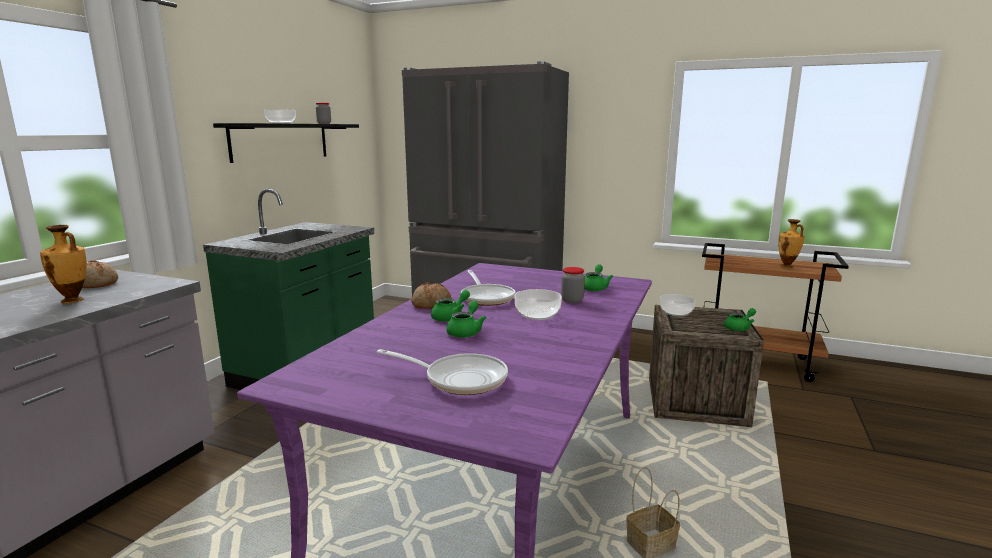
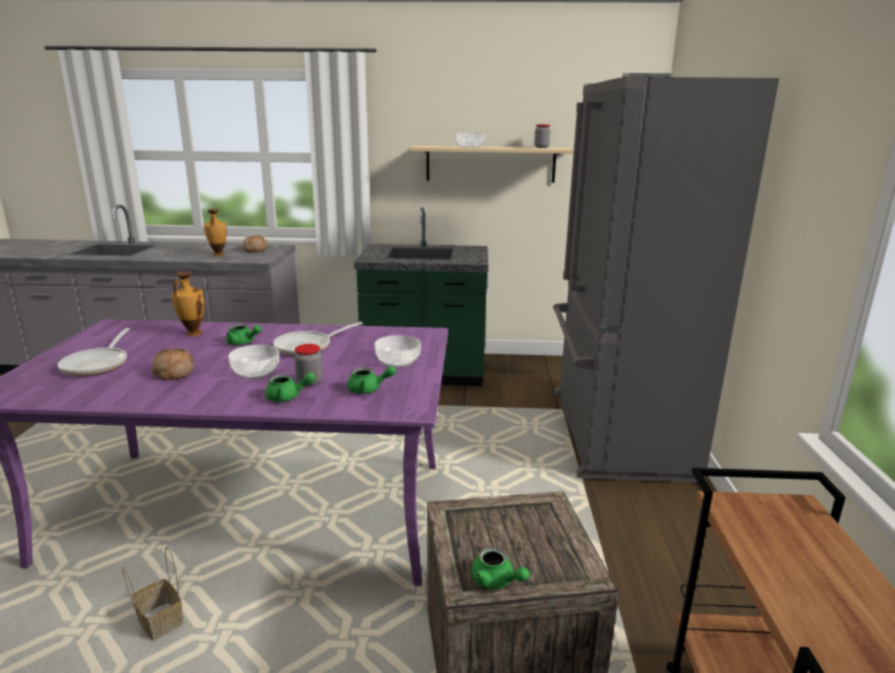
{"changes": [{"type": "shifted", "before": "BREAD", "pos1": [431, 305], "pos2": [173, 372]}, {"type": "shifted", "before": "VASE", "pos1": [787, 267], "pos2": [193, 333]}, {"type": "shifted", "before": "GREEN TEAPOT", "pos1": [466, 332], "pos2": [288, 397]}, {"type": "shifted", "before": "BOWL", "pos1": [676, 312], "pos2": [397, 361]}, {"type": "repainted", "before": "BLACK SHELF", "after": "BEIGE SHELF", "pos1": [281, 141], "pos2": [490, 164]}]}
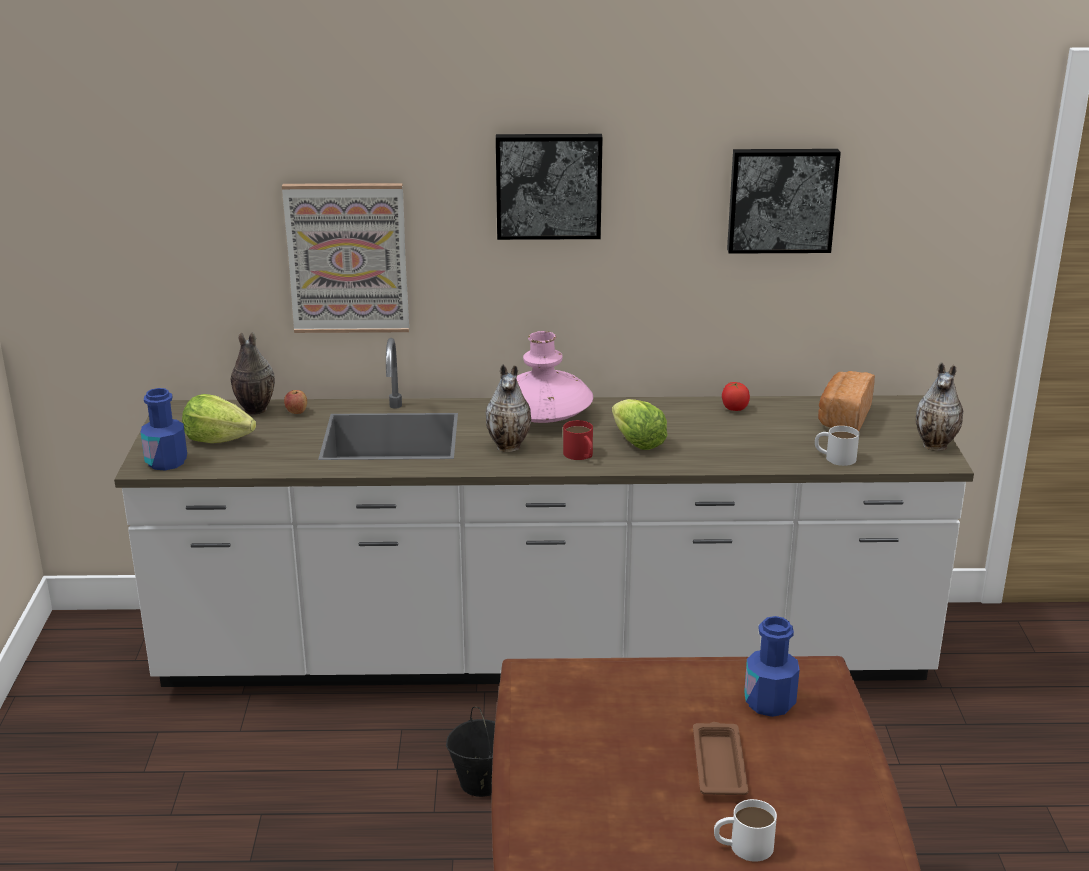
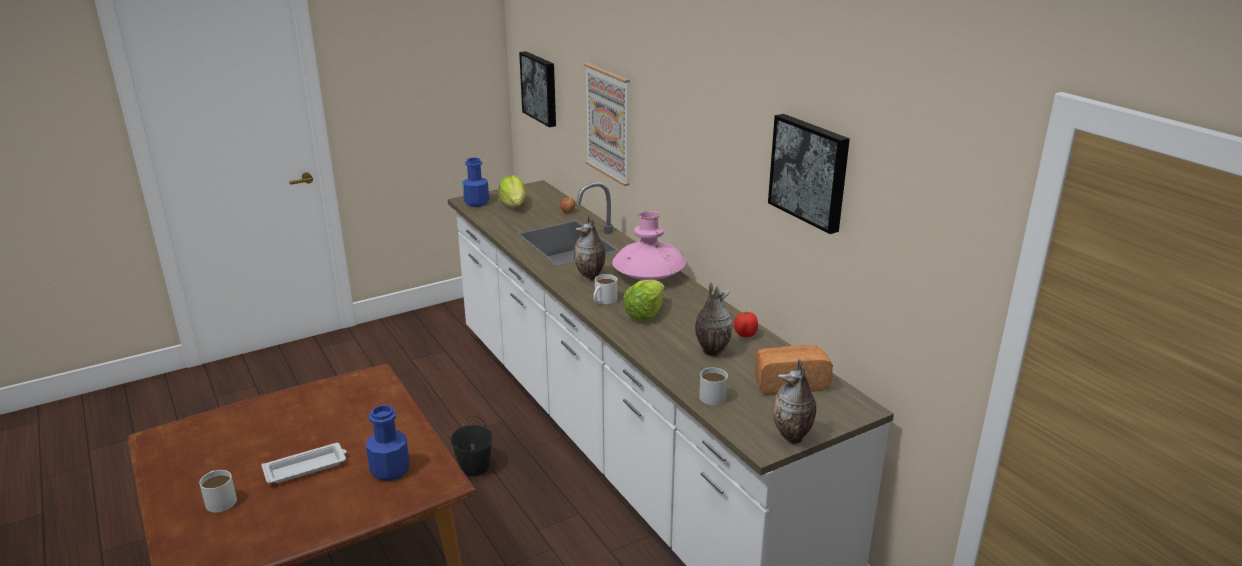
{"changes": [{"type": "repainted", "before": "BROWN TRAY", "after": "WHITE TRAY", "pos1": [719, 764], "pos2": [307, 467]}, {"type": "shifted", "before": "PICTURE", "pos1": [548, 185], "pos2": [540, 88]}, {"type": "repainted", "before": "RED MUG", "after": "WHITE MUG", "pos1": [580, 455], "pos2": [603, 301]}, {"type": "shifted", "before": "VASE", "pos1": [254, 410], "pos2": [711, 351]}]}
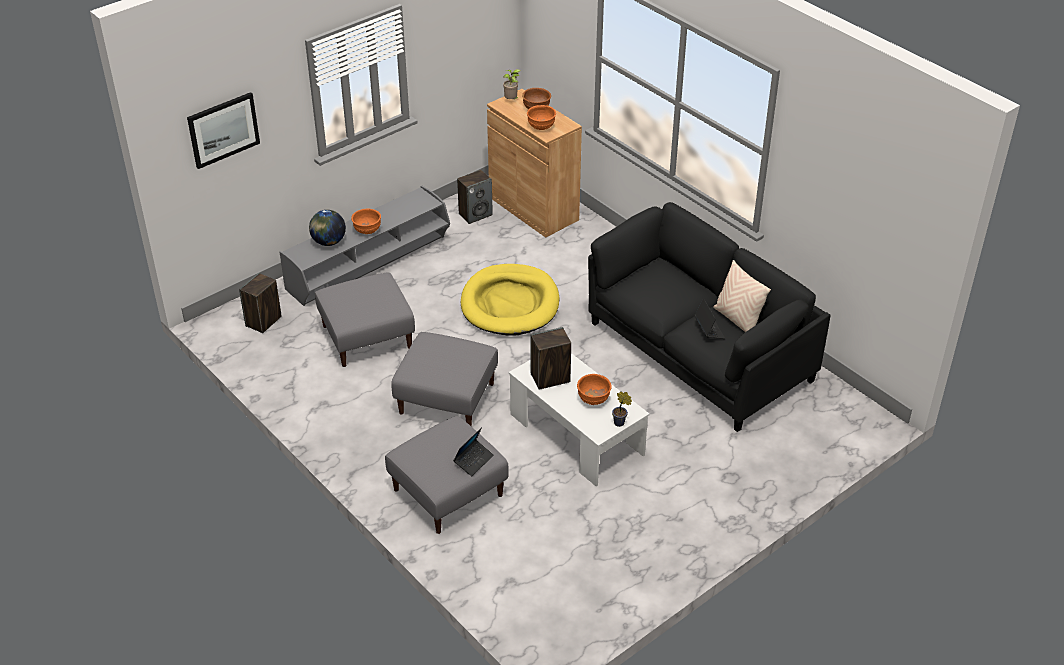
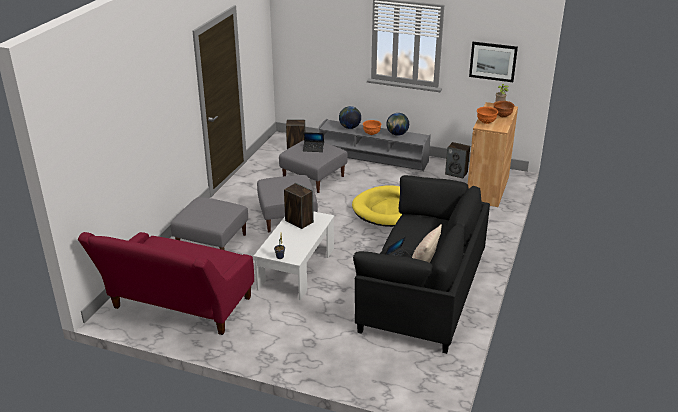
{"changes": [{"type": "new", "after": "RED SOFA", "pos2": [178, 308]}, {"type": "shifted", "before": "LAPTOP", "pos1": [473, 460], "pos2": [313, 149]}, {"type": "new", "after": "GLOBE", "pos2": [397, 134]}, {"type": "shifted", "before": "PICTURE", "pos1": [223, 129], "pos2": [493, 61]}, {"type": "gone", "before": "ORANGE BOWL", "pos1": [593, 400]}]}
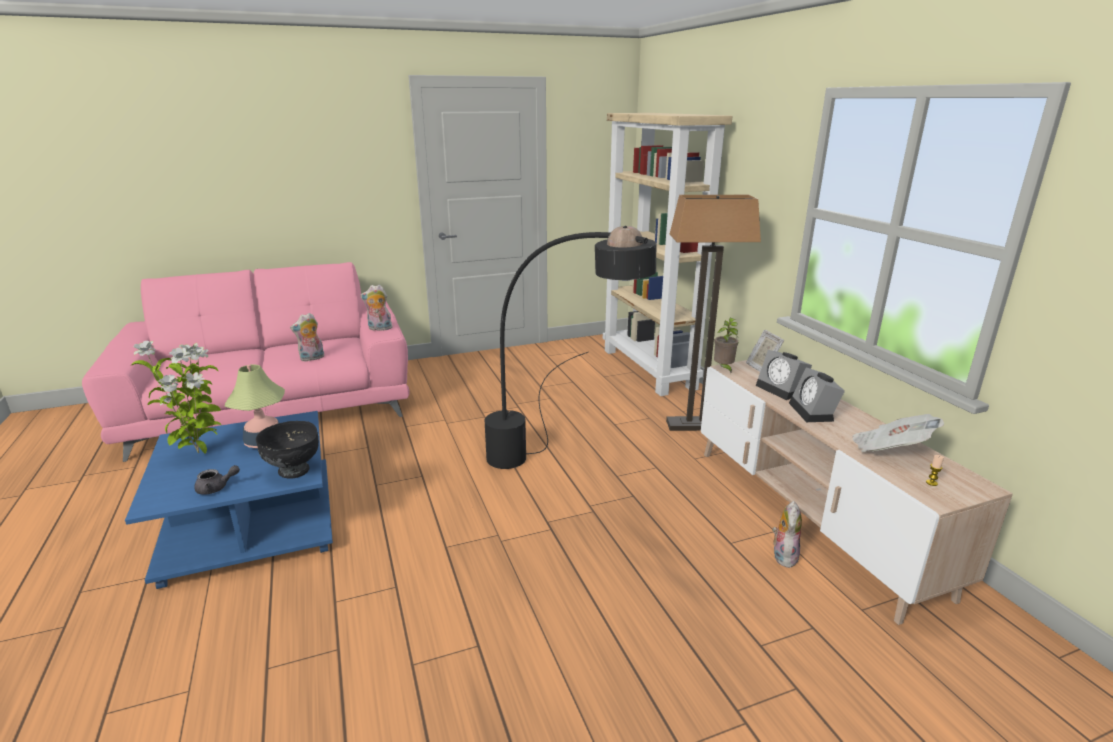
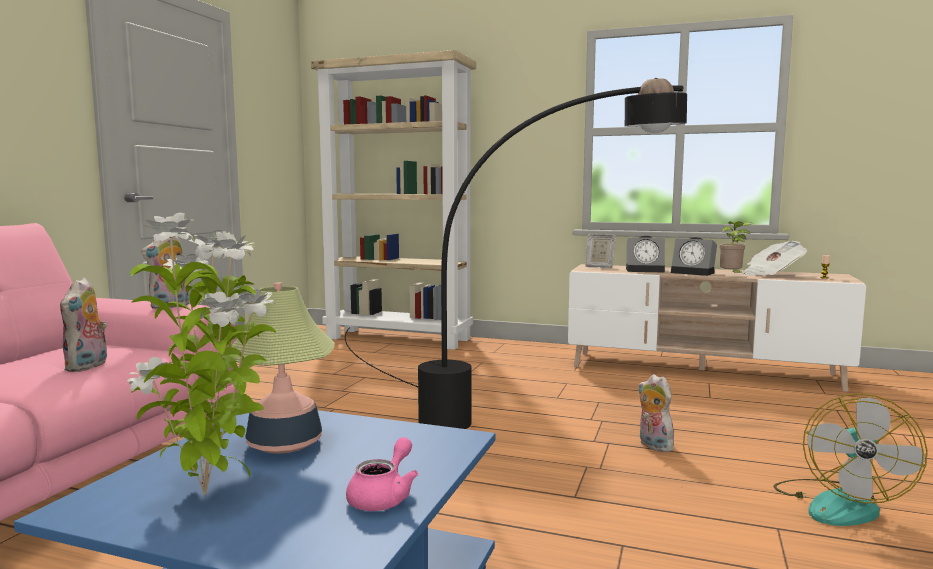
{"changes": [{"type": "repainted", "before": "GREY TEAPOT", "after": "PINK TEAPOT", "pos1": [216, 488], "pos2": [384, 497]}, {"type": "shifted", "before": "PLUSH TOY", "pos1": [783, 555], "pos2": [653, 445]}, {"type": "shifted", "before": "POTTED PLANT", "pos1": [723, 369], "pos2": [732, 276]}, {"type": "new", "after": "FAN", "pos2": [839, 503]}, {"type": "gone", "before": "BLACK BOWL", "pos1": [294, 471]}, {"type": "gone", "before": "FLOOR LAMP", "pos1": [695, 425]}]}
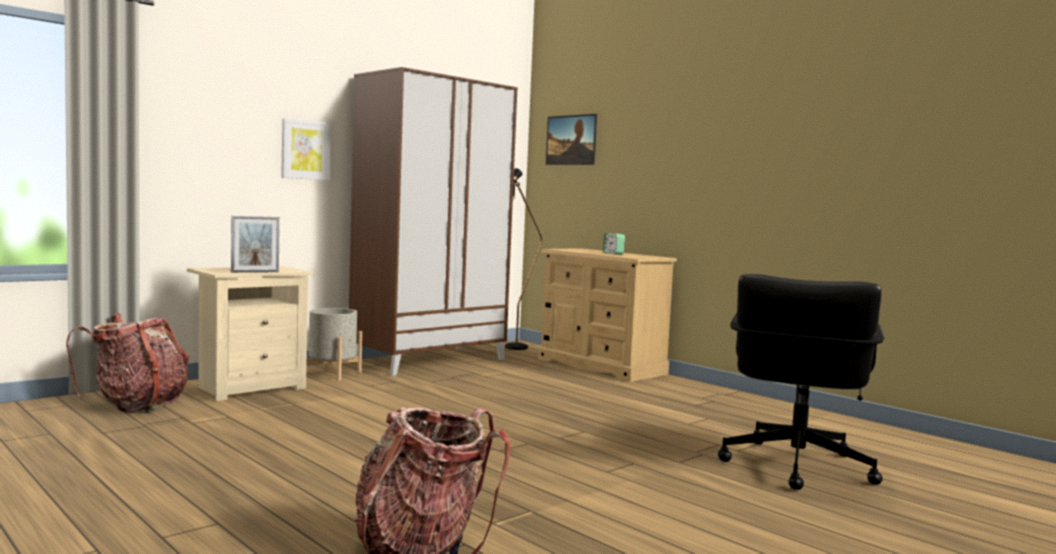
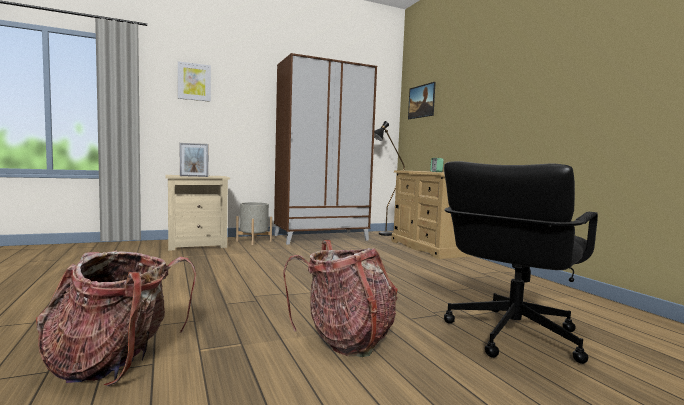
{"changes": [{"type": "shifted", "before": "PICTURE", "pos1": [305, 150], "pos2": [194, 82]}, {"type": "shifted", "before": "BACKPACK", "pos1": [136, 404], "pos2": [346, 339]}]}
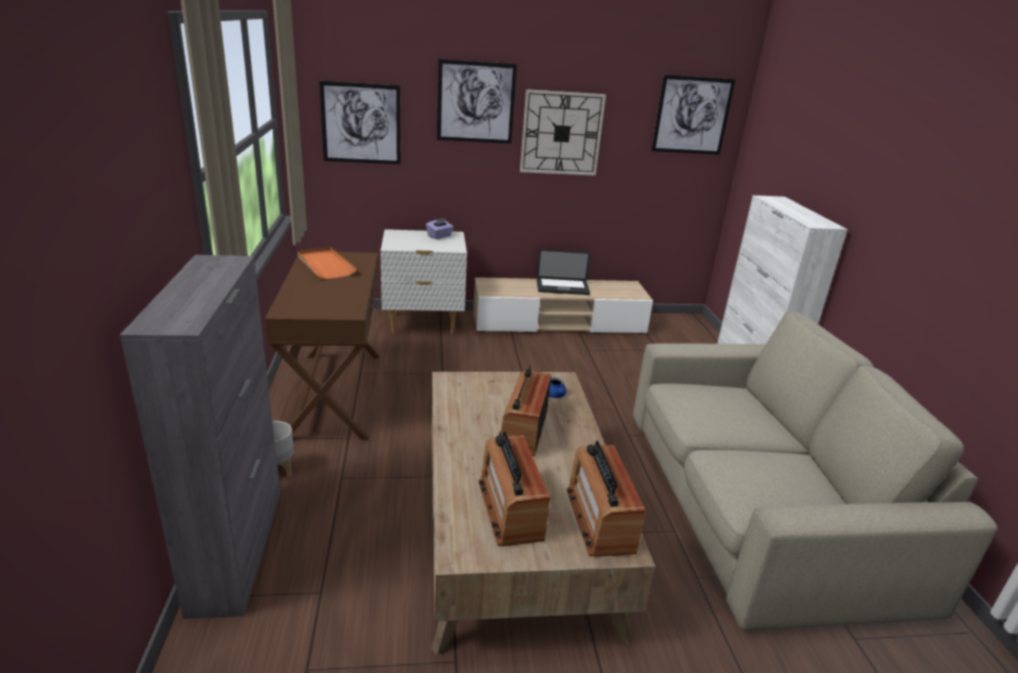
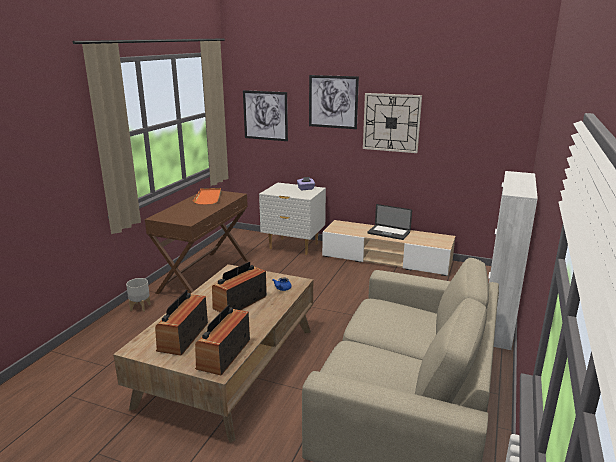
{"changes": [{"type": "gone", "before": "GREY CABINET", "pos1": [238, 548]}, {"type": "gone", "before": "PICTURE", "pos1": [692, 115]}]}
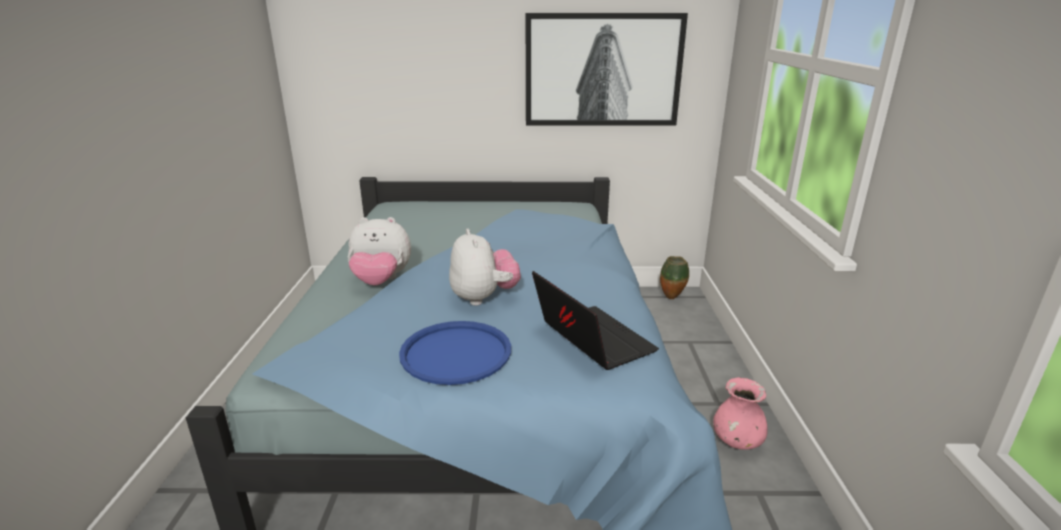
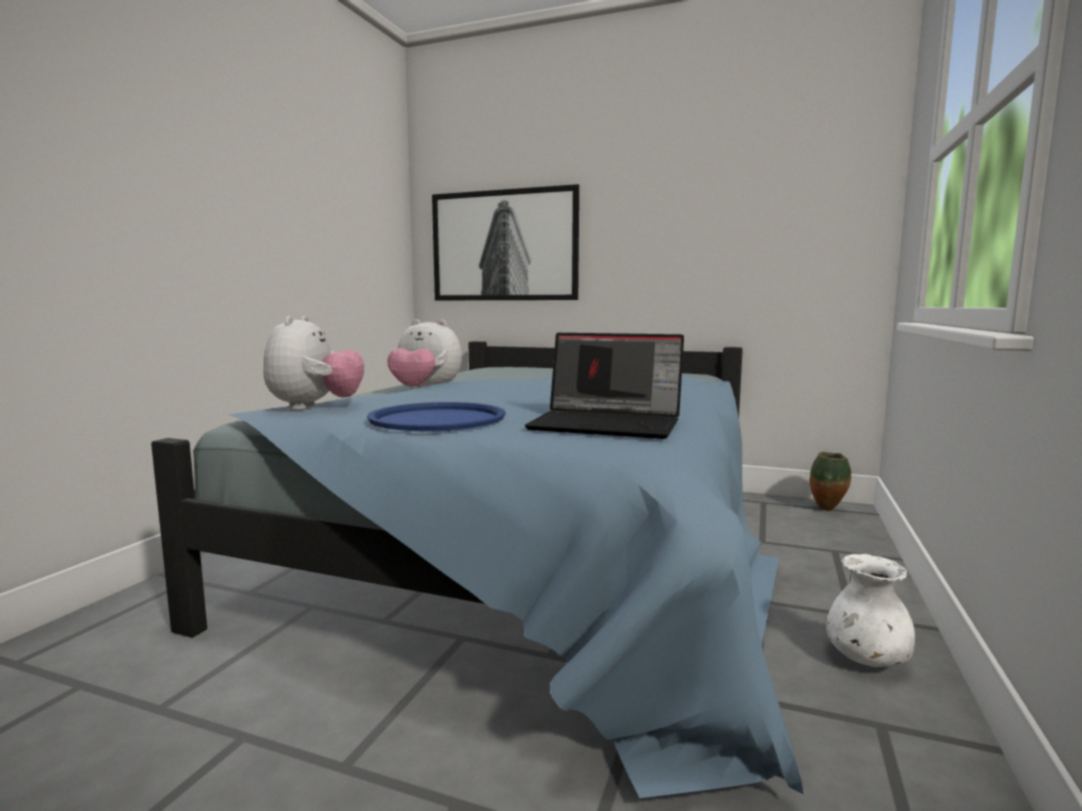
{"changes": [{"type": "shifted", "before": "PLUSH TOY", "pos1": [484, 298], "pos2": [315, 407]}, {"type": "shifted", "before": "PICTURE", "pos1": [603, 70], "pos2": [503, 246]}, {"type": "rotated", "before": "LAPTOP", "pos1": [590, 340], "pos2": [608, 424], "turn": 120}, {"type": "repainted", "before": "PINK VASE", "after": "WHITE VASE", "pos1": [737, 441], "pos2": [866, 659]}]}
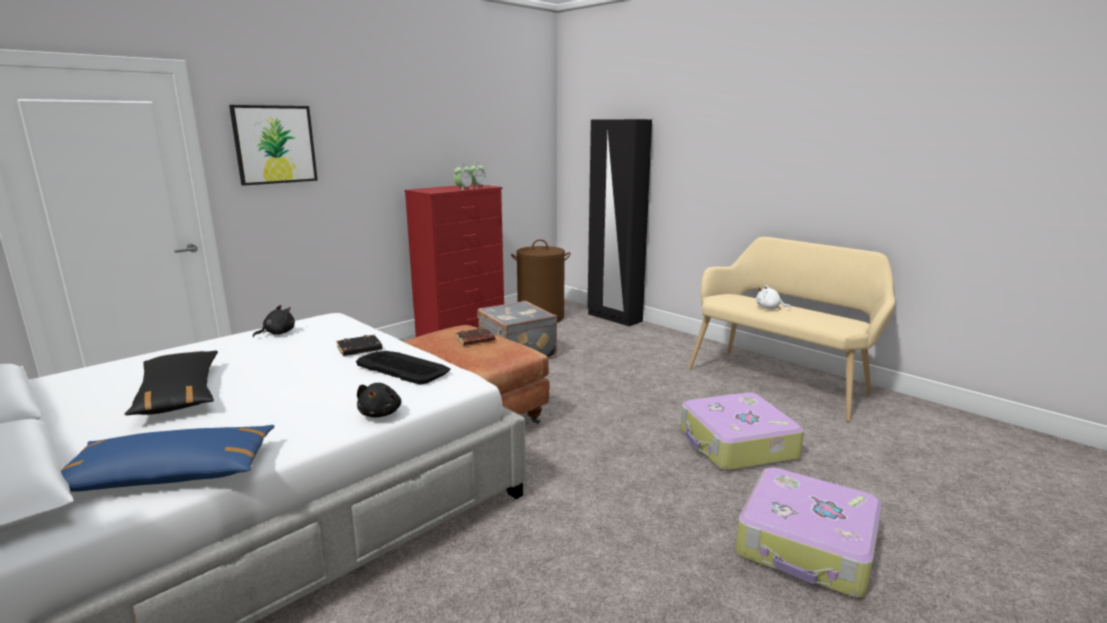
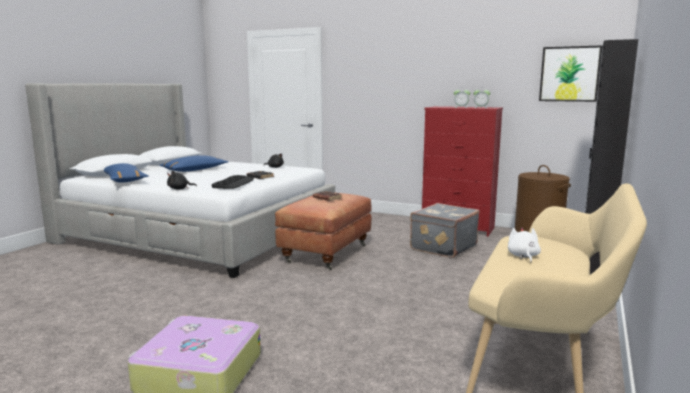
{"changes": [{"type": "repainted", "before": "BLACK PILLOW", "after": "BLUE PILLOW", "pos1": [179, 395], "pos2": [194, 170]}, {"type": "shifted", "before": "PICTURE", "pos1": [274, 144], "pos2": [569, 74]}, {"type": "gone", "before": "SUITCASE", "pos1": [736, 445]}]}
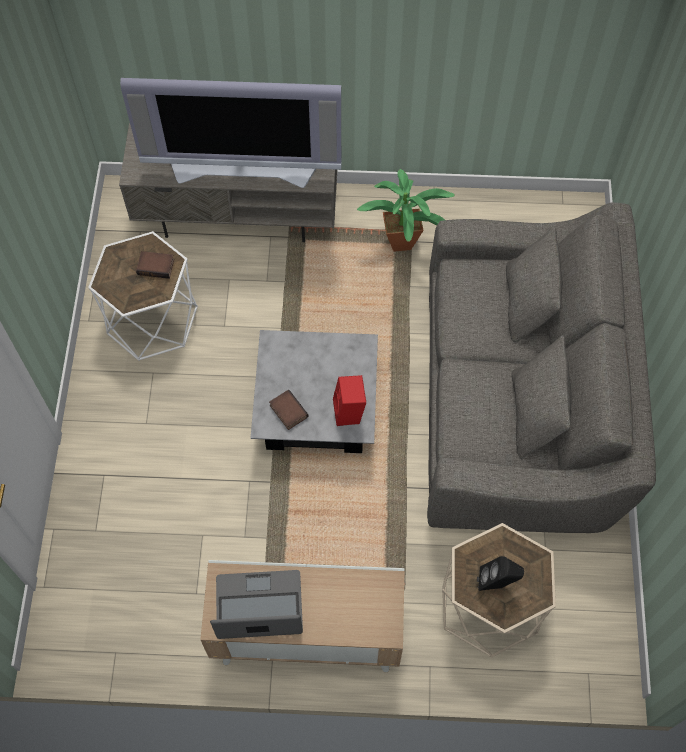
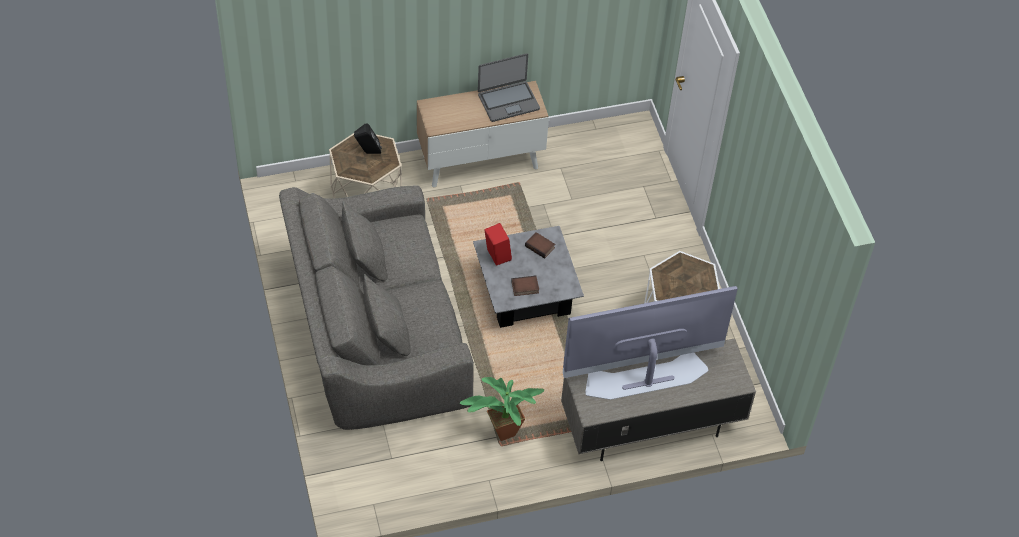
{"changes": [{"type": "shifted", "before": "BOOK", "pos1": [156, 266], "pos2": [524, 288]}]}
